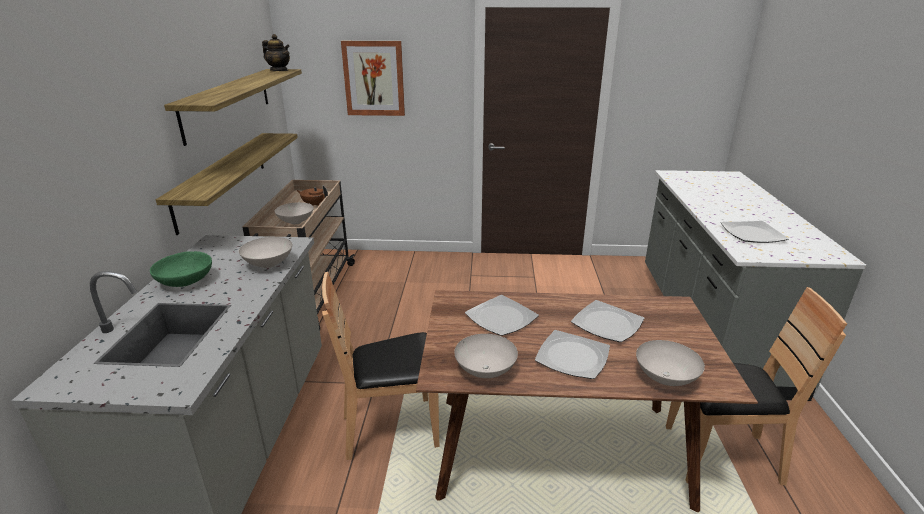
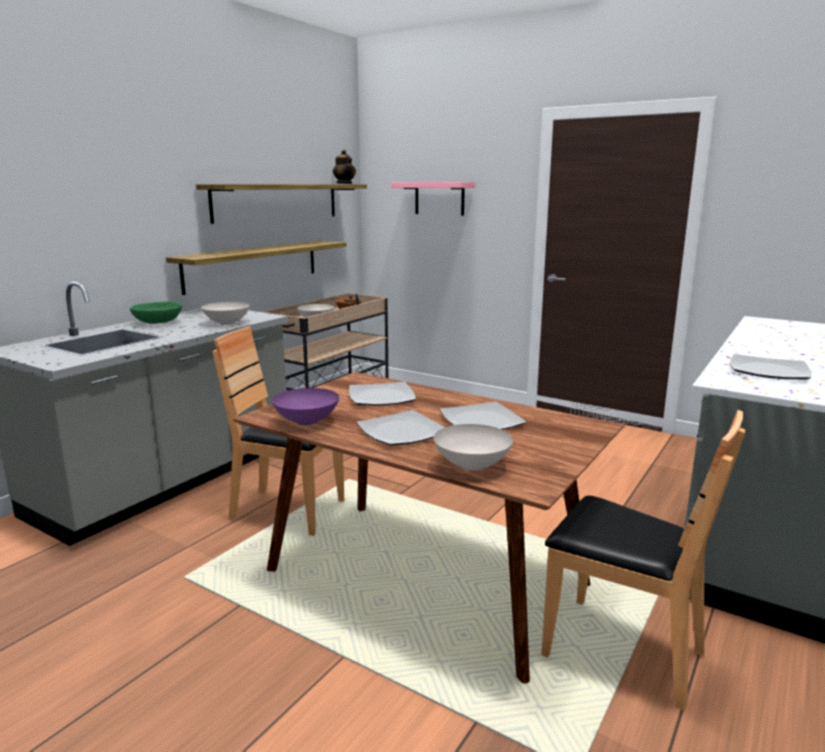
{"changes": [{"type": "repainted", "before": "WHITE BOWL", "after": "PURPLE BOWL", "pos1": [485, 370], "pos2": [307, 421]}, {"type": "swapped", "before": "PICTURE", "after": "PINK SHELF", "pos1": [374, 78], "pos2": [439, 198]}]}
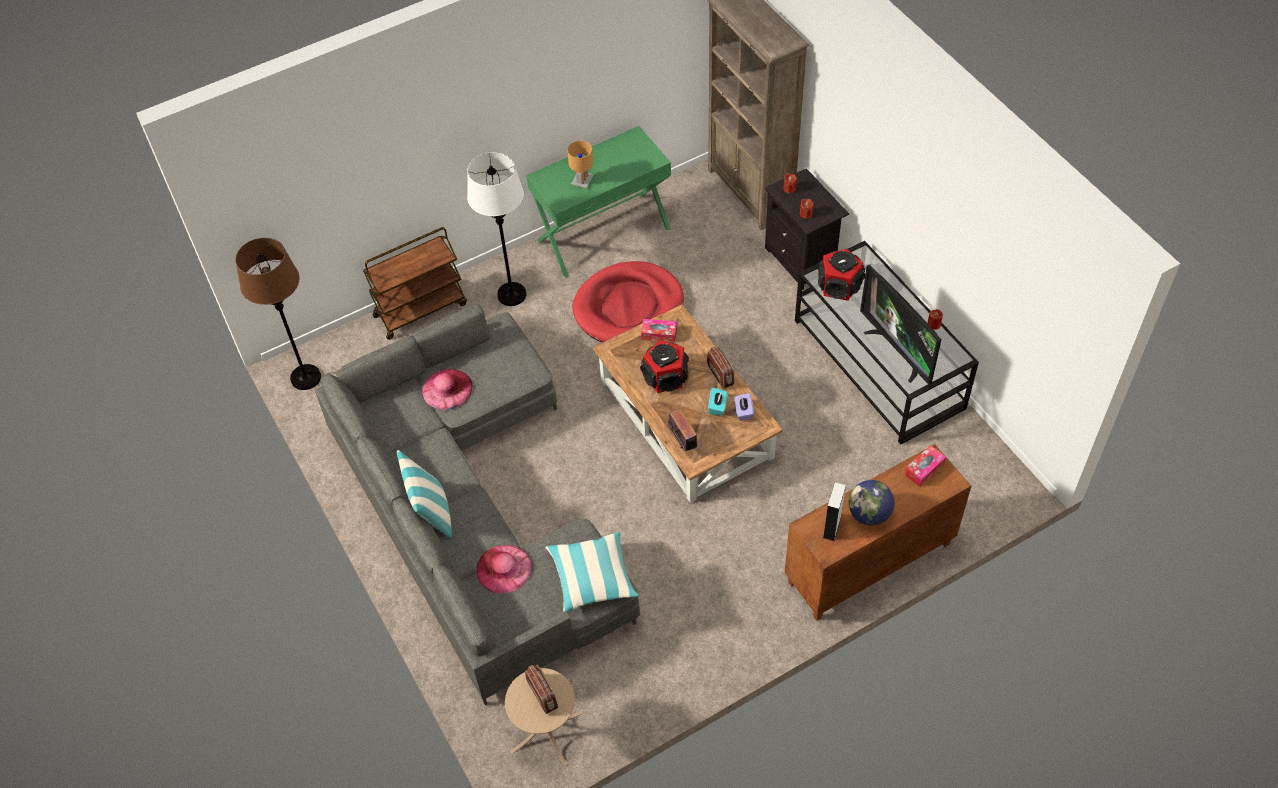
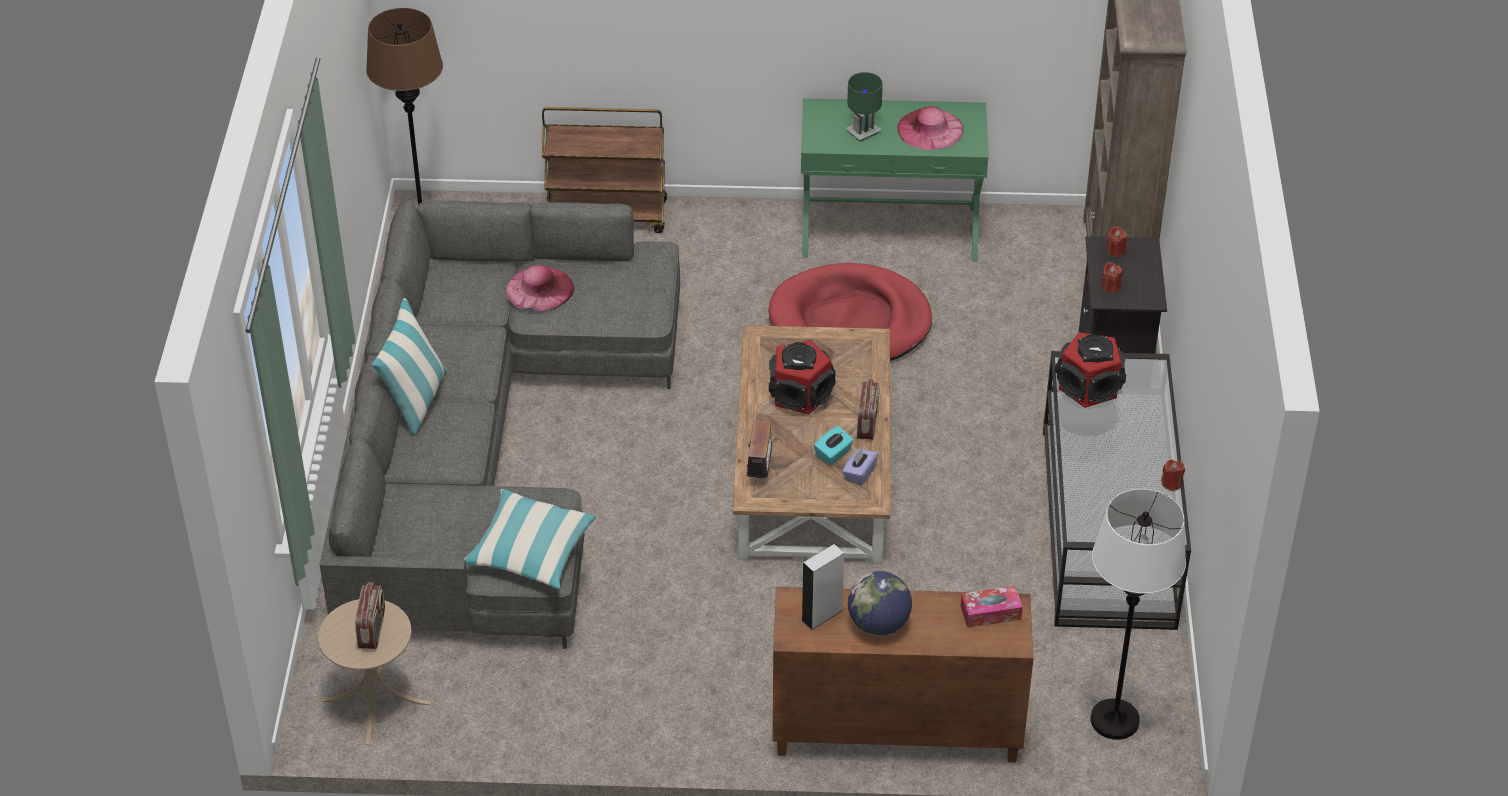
{"changes": [{"type": "repainted", "before": "BROWN TABLE LAMP", "after": "GREEN TABLE LAMP", "pos1": [582, 181], "pos2": [863, 132]}, {"type": "shifted", "before": "PINK HAT", "pos1": [504, 568], "pos2": [930, 129]}, {"type": "shifted", "before": "WHITE FLOOR LAMP", "pos1": [512, 295], "pos2": [1115, 721]}, {"type": "gone", "before": "TISSUE BOX", "pos1": [659, 334]}, {"type": "gone", "before": "TELEVISION", "pos1": [898, 351]}]}
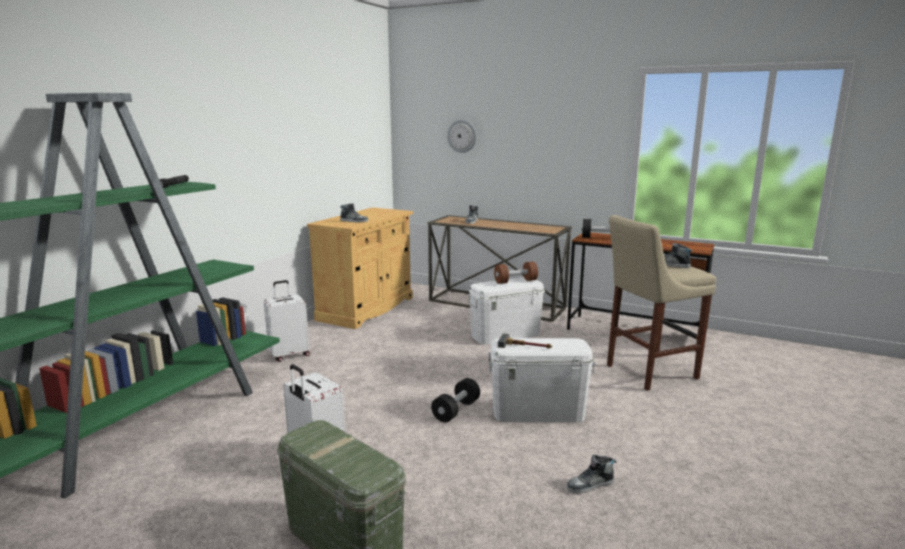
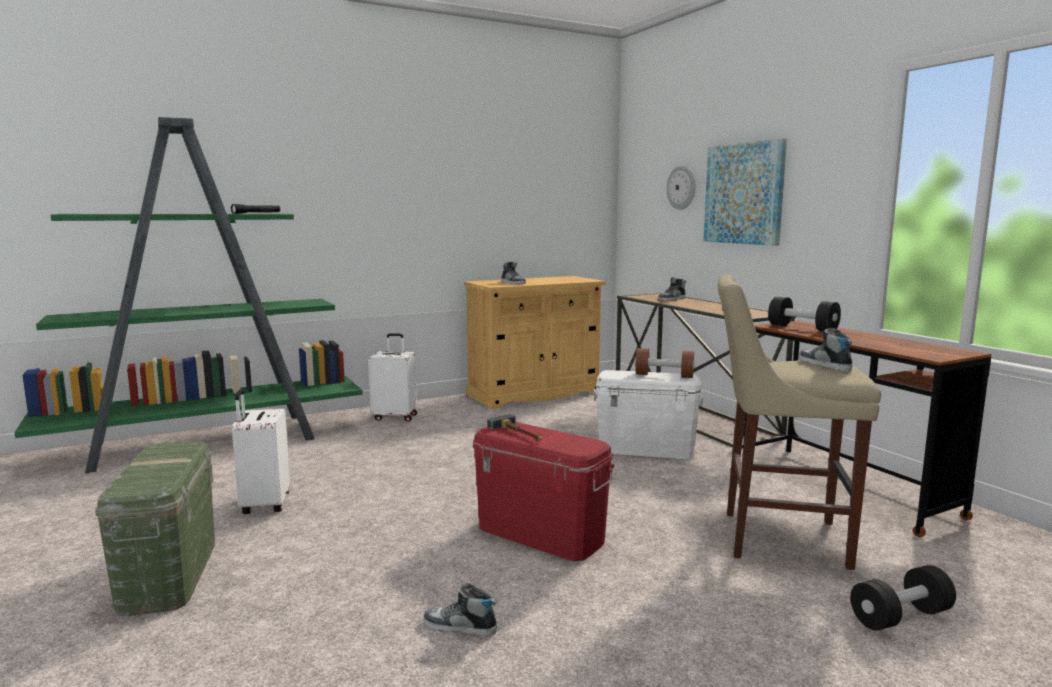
{"changes": [{"type": "repainted", "before": "WHITE STORAGE BOX", "after": "RED STORAGE BOX", "pos1": [538, 411], "pos2": [541, 534]}, {"type": "new", "after": "PICTURE", "pos2": [744, 193]}, {"type": "shifted", "before": "BLACK DUMBBELL", "pos1": [456, 410], "pos2": [900, 617]}]}
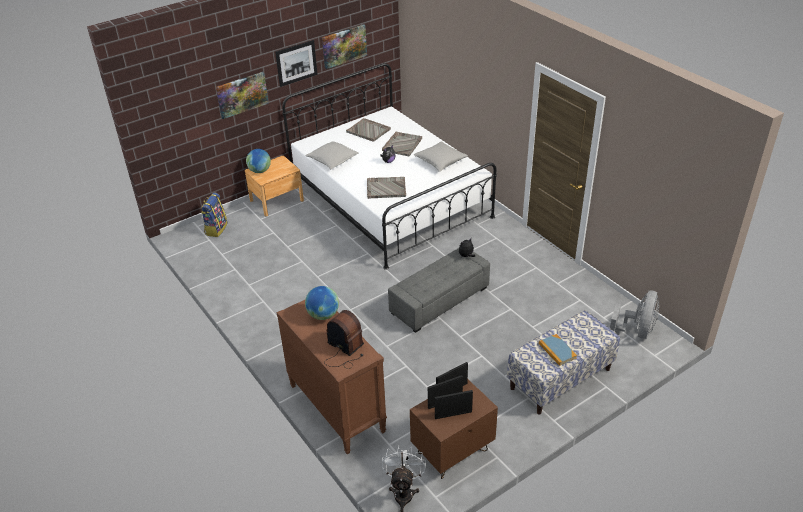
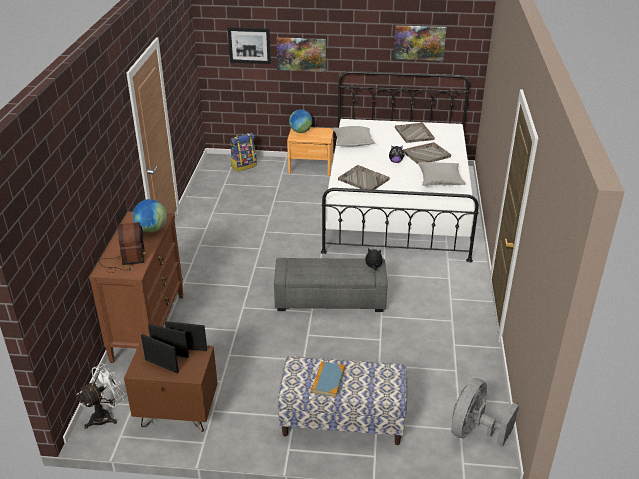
{"changes": [{"type": "shifted", "before": "PICTURE", "pos1": [296, 63], "pos2": [249, 45]}, {"type": "rotated", "before": "GREY FAN", "pos1": [636, 331], "pos2": [474, 431], "turn": 150}]}
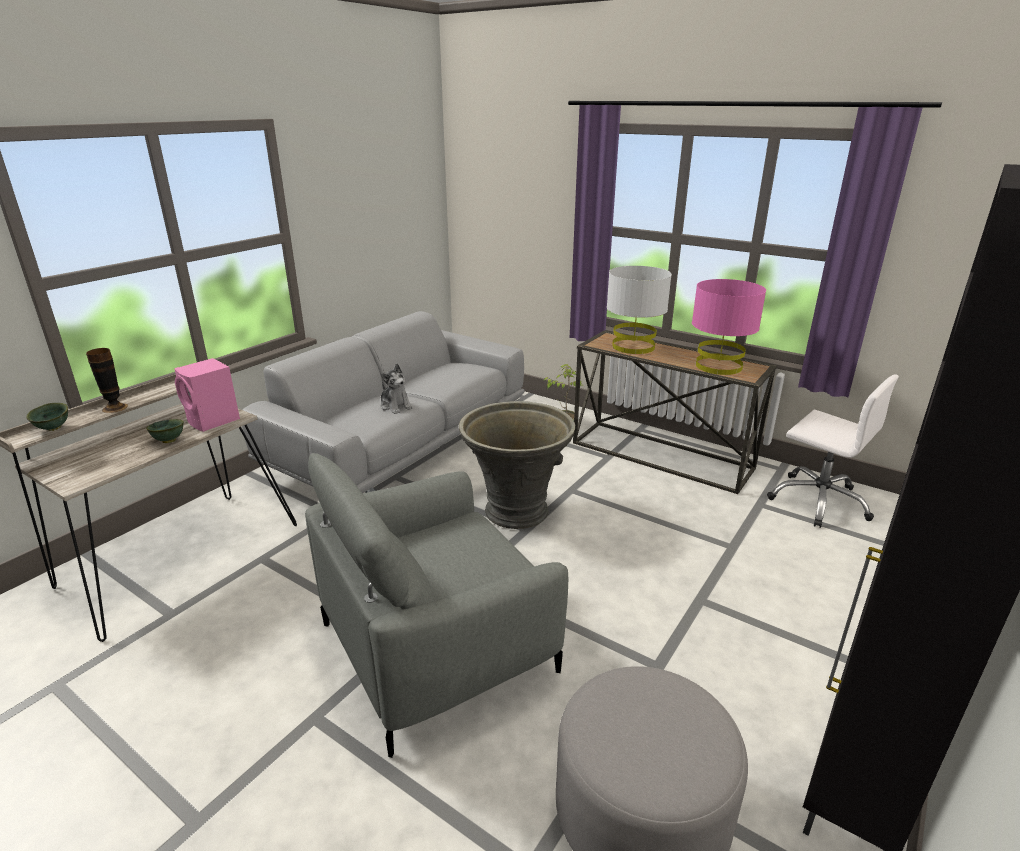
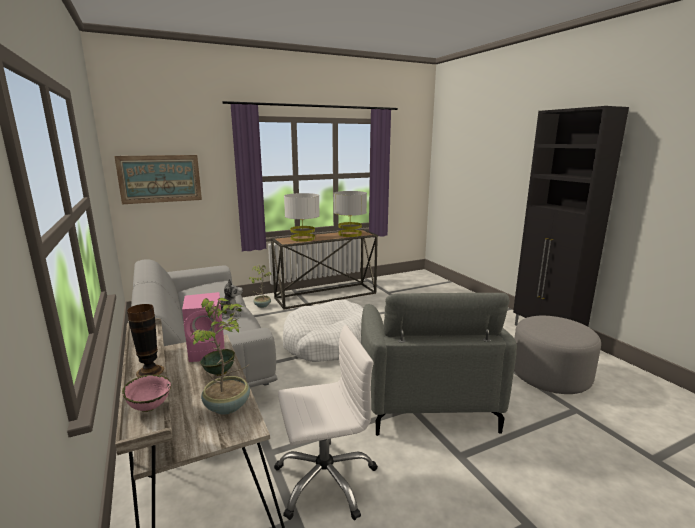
{"changes": [{"type": "new", "after": "PICTURE", "pos2": [160, 179]}, {"type": "repainted", "before": "GREEN BOWL", "after": "PINK BOWL", "pos1": [54, 428], "pos2": [150, 407]}, {"type": "new", "after": "POTTED PLANT", "pos2": [228, 406]}, {"type": "shifted", "before": "WHITE OFFICE CHAIR", "pos1": [819, 501], "pos2": [325, 480]}, {"type": "swapped", "before": "GREY PLANTER", "after": "WHITE DOG BED", "pos1": [516, 510], "pos2": [328, 342]}, {"type": "repainted", "before": "PINK TABLE LAMP", "after": "GREY TABLE LAMP", "pos1": [718, 366], "pos2": [349, 234]}]}
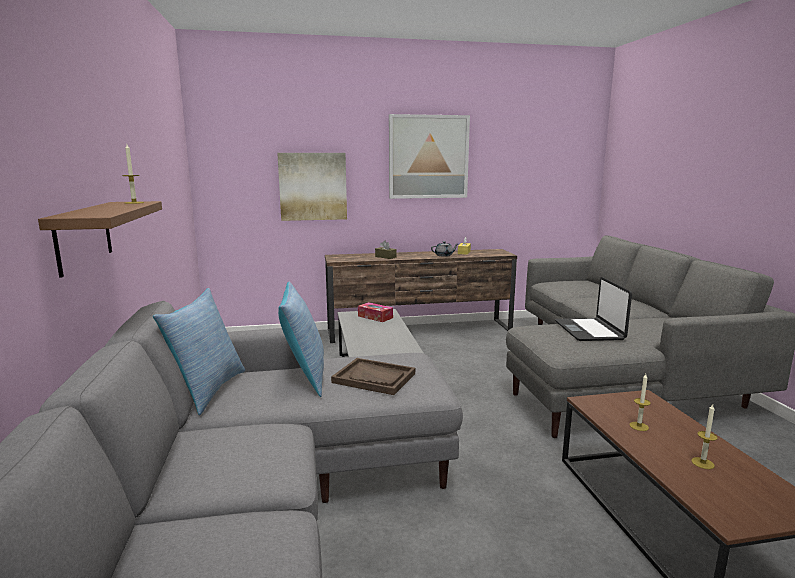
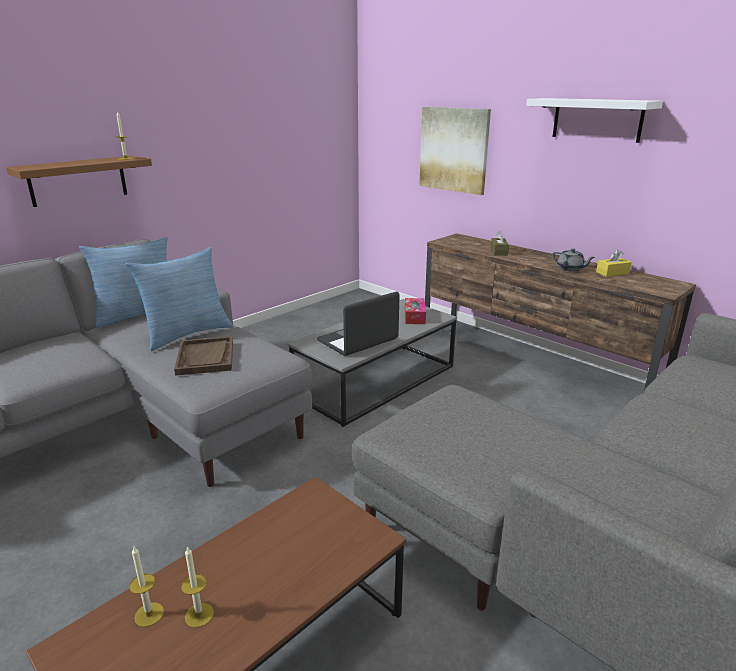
{"changes": [{"type": "shifted", "before": "CANDLE", "pos1": [639, 426], "pos2": [149, 614]}, {"type": "shifted", "before": "LAPTOP", "pos1": [589, 330], "pos2": [358, 340]}, {"type": "swapped", "before": "PICTURE", "after": "WHITE SHELF", "pos1": [428, 157], "pos2": [597, 119]}]}
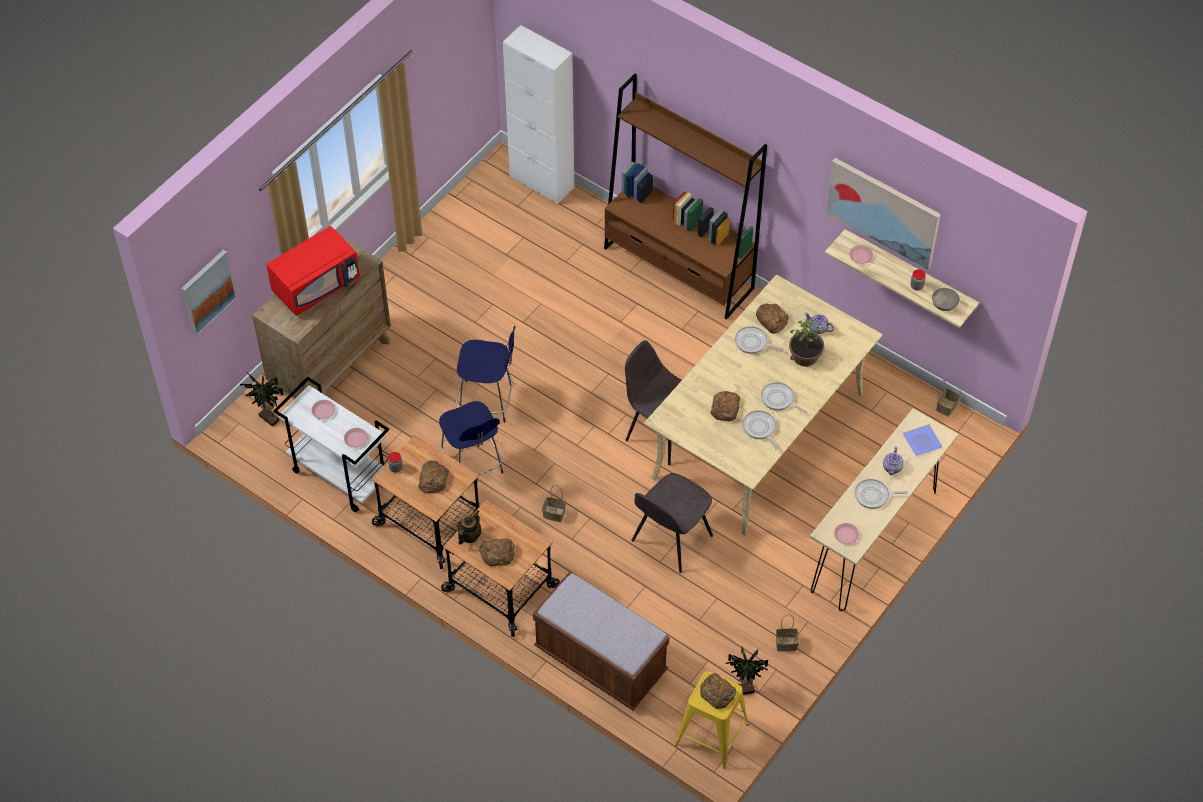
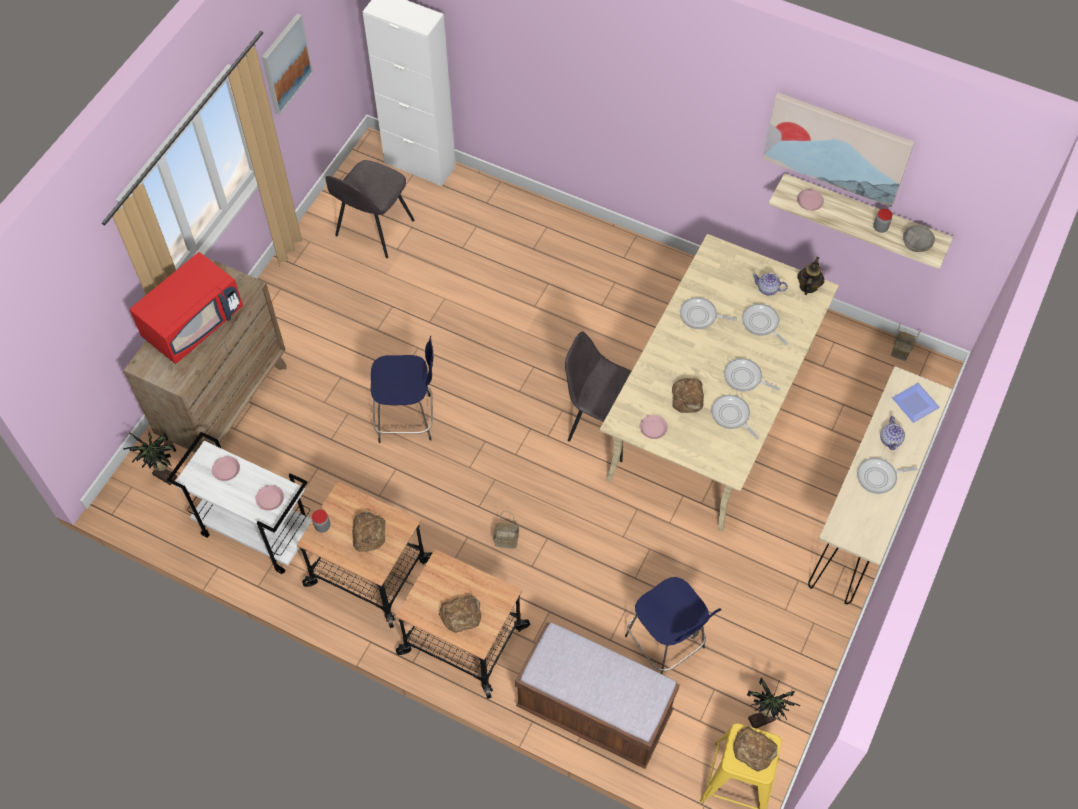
{"changes": [{"type": "shifted", "before": "PICTURE", "pos1": [207, 292], "pos2": [285, 63]}, {"type": "shifted", "before": "GREY CHAIR", "pos1": [670, 540], "pos2": [373, 229]}, {"type": "shifted", "before": "BLUE STOOL", "pos1": [472, 466], "pos2": [666, 644]}, {"type": "shifted", "before": "PINK PLATE", "pos1": [846, 535], "pos2": [653, 428]}, {"type": "swapped", "before": "POTTED PLANT", "after": "FRYING PAN", "pos1": [805, 356], "pos2": [761, 323]}, {"type": "shifted", "before": "TEAPOT", "pos1": [469, 536], "pos2": [808, 286]}, {"type": "gone", "before": "BROWN BOOKCASE", "pos1": [679, 269]}, {"type": "gone", "before": "BREAD", "pos1": [771, 320]}, {"type": "gone", "before": "BASKET", "pos1": [787, 643]}]}
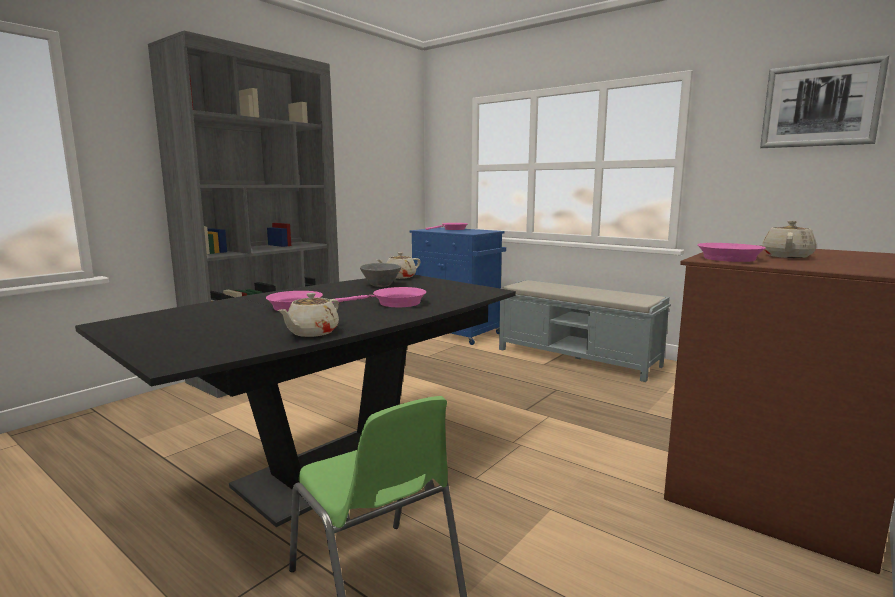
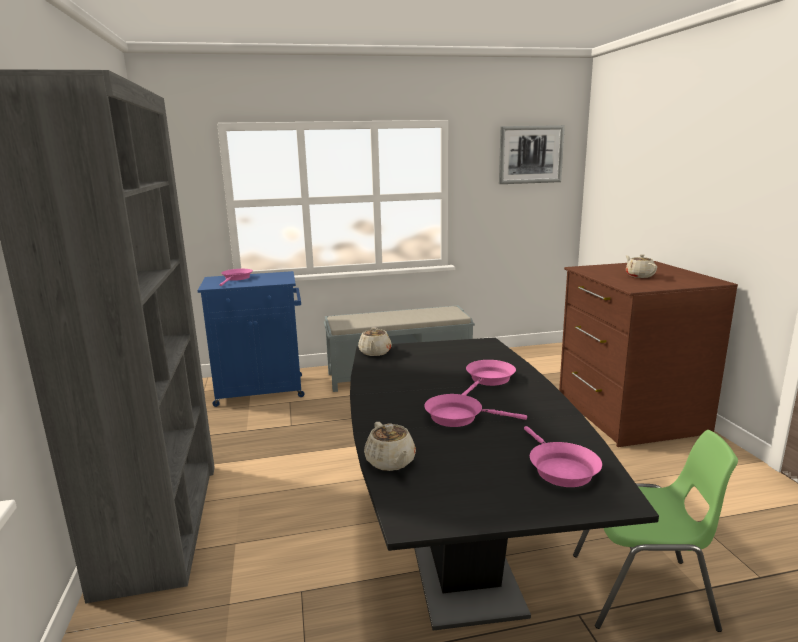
{"changes": [{"type": "shifted", "before": "BEIGE TEAPOT", "pos1": [311, 333], "pos2": [390, 462]}, {"type": "shifted", "before": "PINK FRYING PAN", "pos1": [729, 258], "pos2": [560, 468]}, {"type": "gone", "before": "GREY BOWL", "pos1": [380, 285]}]}
